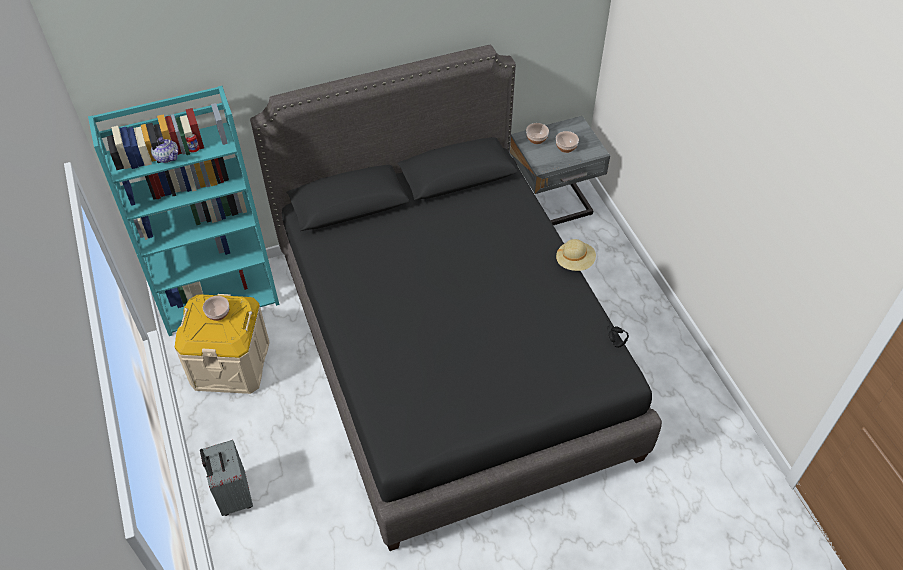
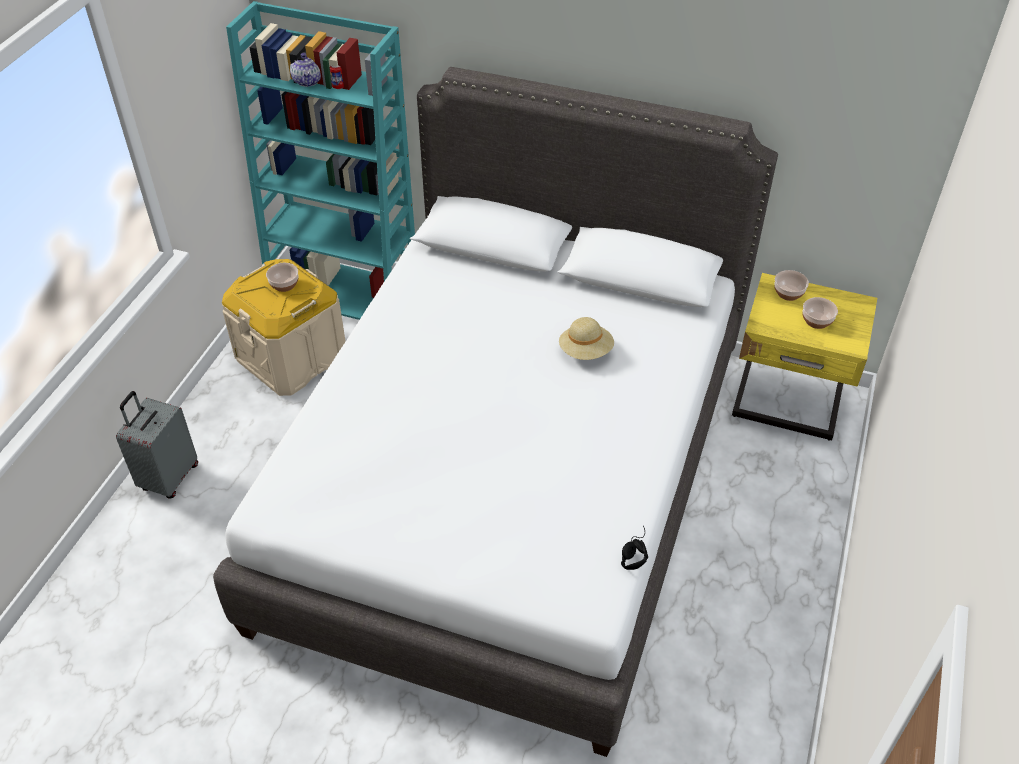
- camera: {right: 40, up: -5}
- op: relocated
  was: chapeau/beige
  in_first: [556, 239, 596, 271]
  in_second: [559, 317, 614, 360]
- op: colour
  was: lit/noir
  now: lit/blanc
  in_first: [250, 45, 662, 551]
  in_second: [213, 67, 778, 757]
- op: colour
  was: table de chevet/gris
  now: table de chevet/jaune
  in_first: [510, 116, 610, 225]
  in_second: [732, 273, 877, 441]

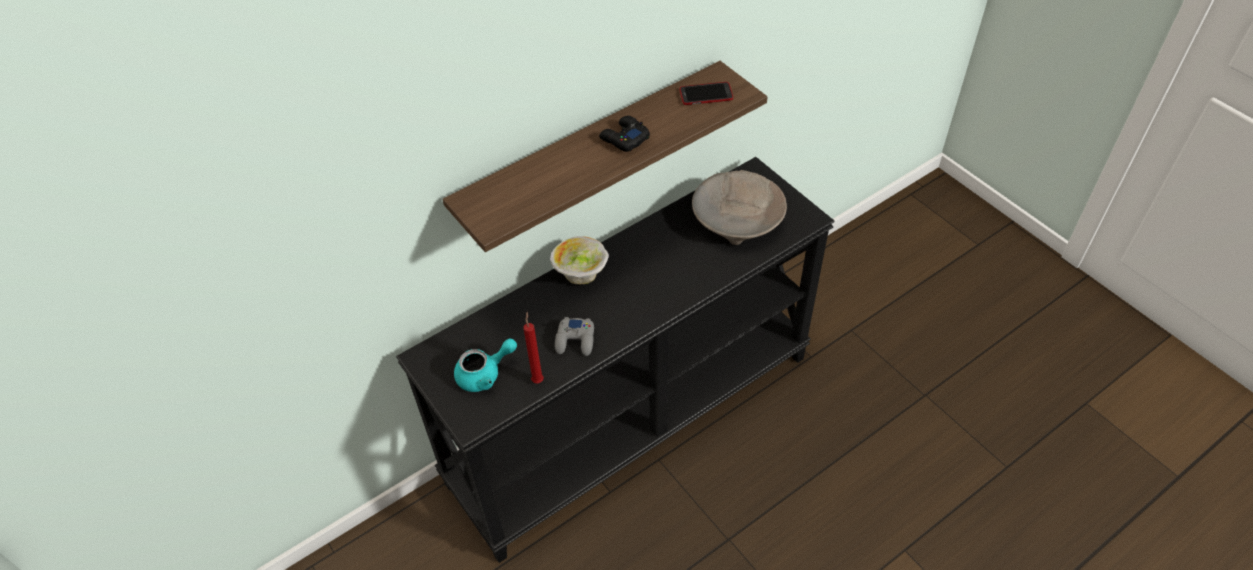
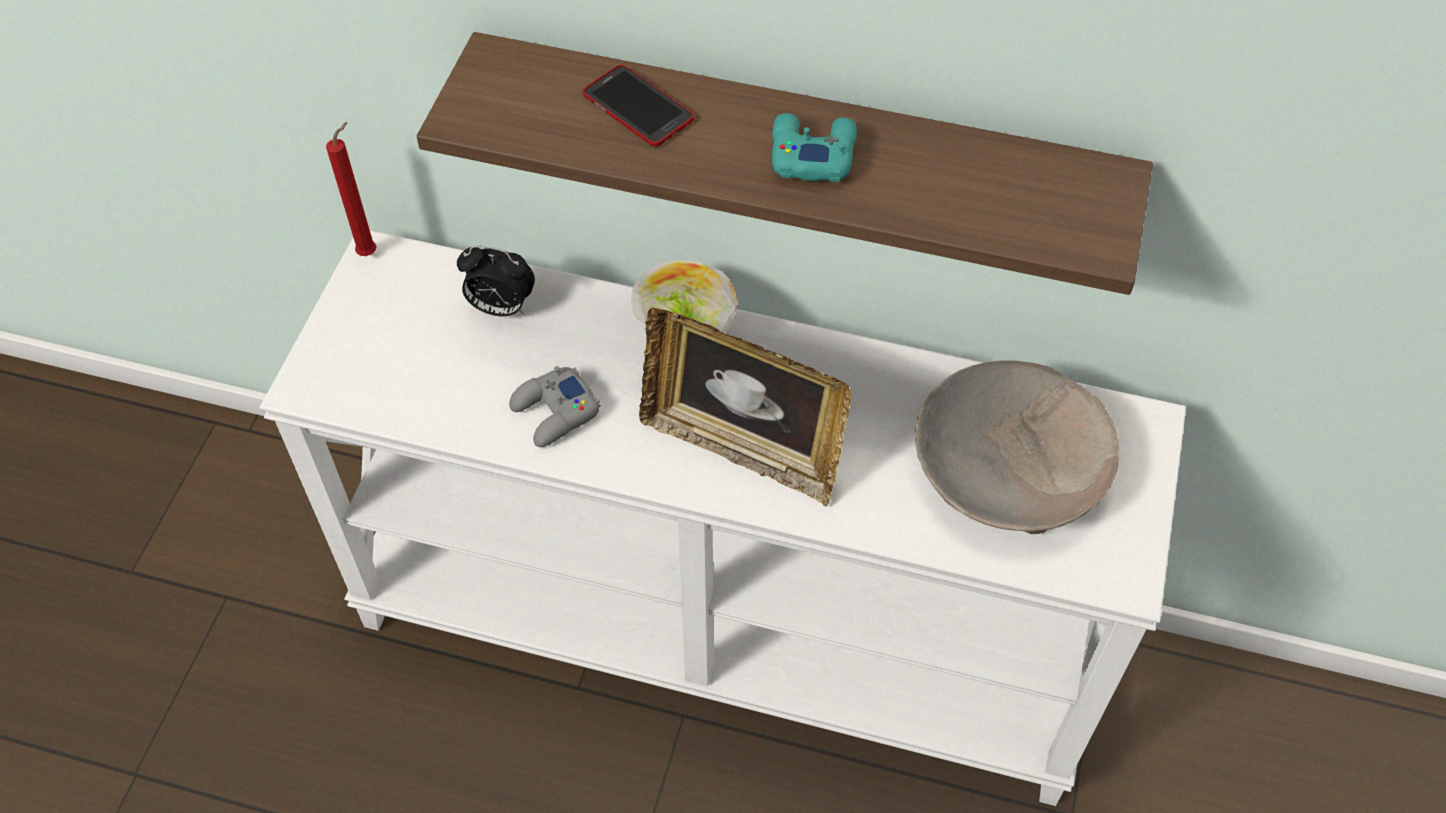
- camera: {right: 50, up: 5}
- op: missing
  was: théière/turquoise
  in_first: [454, 339, 517, 392]
- op: appeared
  now: réveil
  in_second: [457, 245, 535, 316]
- op: appeared
  now: cadre photo
  in_second: [639, 307, 851, 506]
- op: relocated
  was: bougie/rouge
  in_first: [523, 312, 544, 384]
  in_second: [326, 122, 377, 256]
- op: relocated
  was: téléphone
  in_first: [680, 82, 733, 105]
  in_second: [583, 65, 694, 147]
- op: colour
  was: table console/noir
  now: table console/blanc
  in_first: [396, 157, 835, 563]
  in_second: [260, 230, 1186, 806]
- op: colour
  was: manette/noir
  now: manette/turquoise
  in_first: [599, 116, 650, 152]
  in_second: [772, 113, 857, 182]

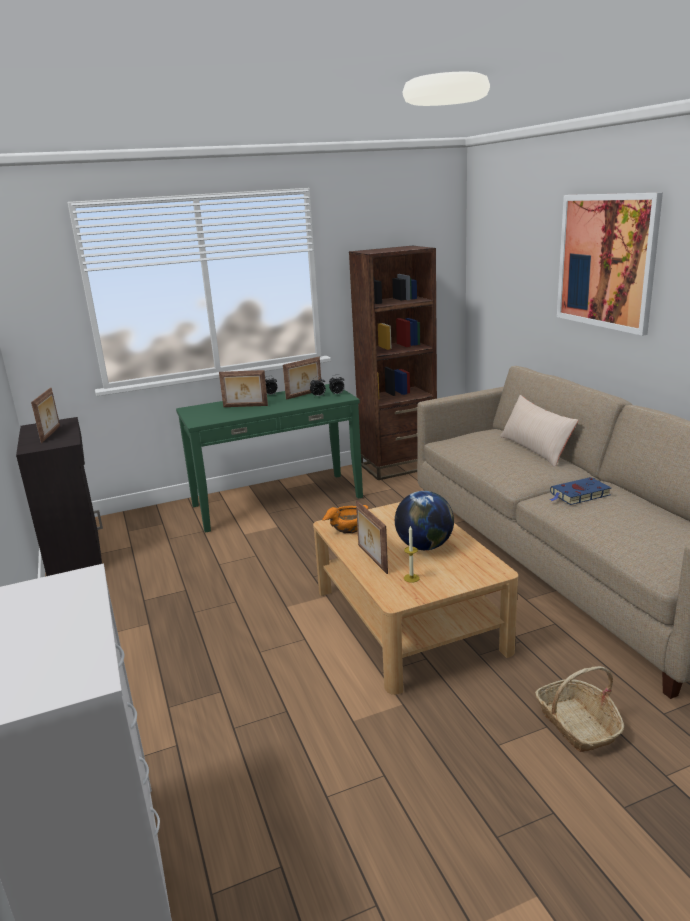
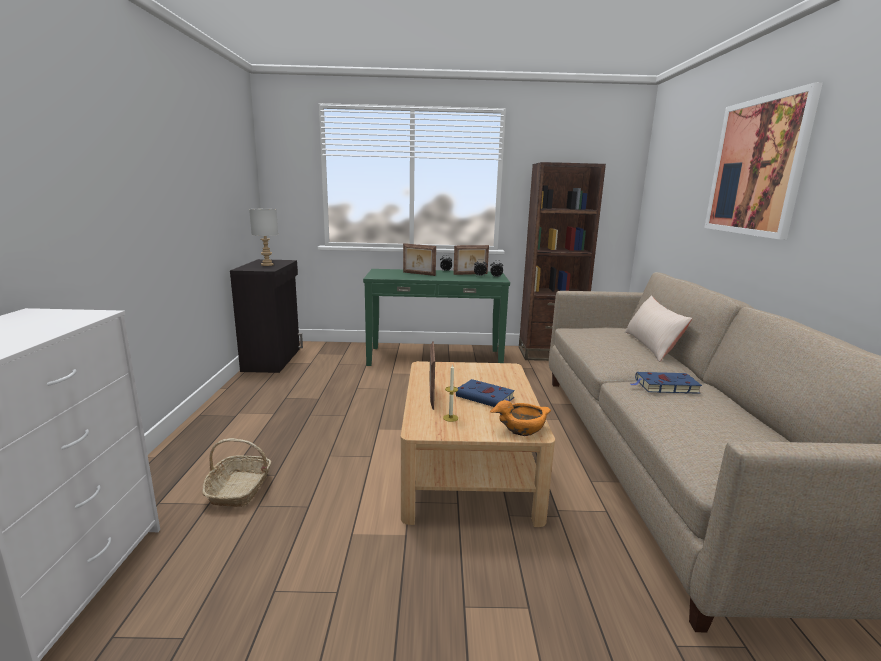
- camera: {right: 20, up: -5}
- op: relocated
  was: bol/orange
  in_first: [322, 505, 369, 534]
  in_second: [490, 400, 551, 436]
- op: relocated
  was: panier
  in_first: [535, 666, 624, 752]
  in_second: [202, 438, 271, 507]
- op: exchanged
  was: cadre photo
  now: lampe de table/gris
  in_first: [31, 388, 60, 443]
  in_second: [249, 209, 278, 266]
- op: exchanged
  was: globe
  now: livre/bleu
  in_first: [395, 491, 454, 550]
  in_second: [456, 379, 515, 407]

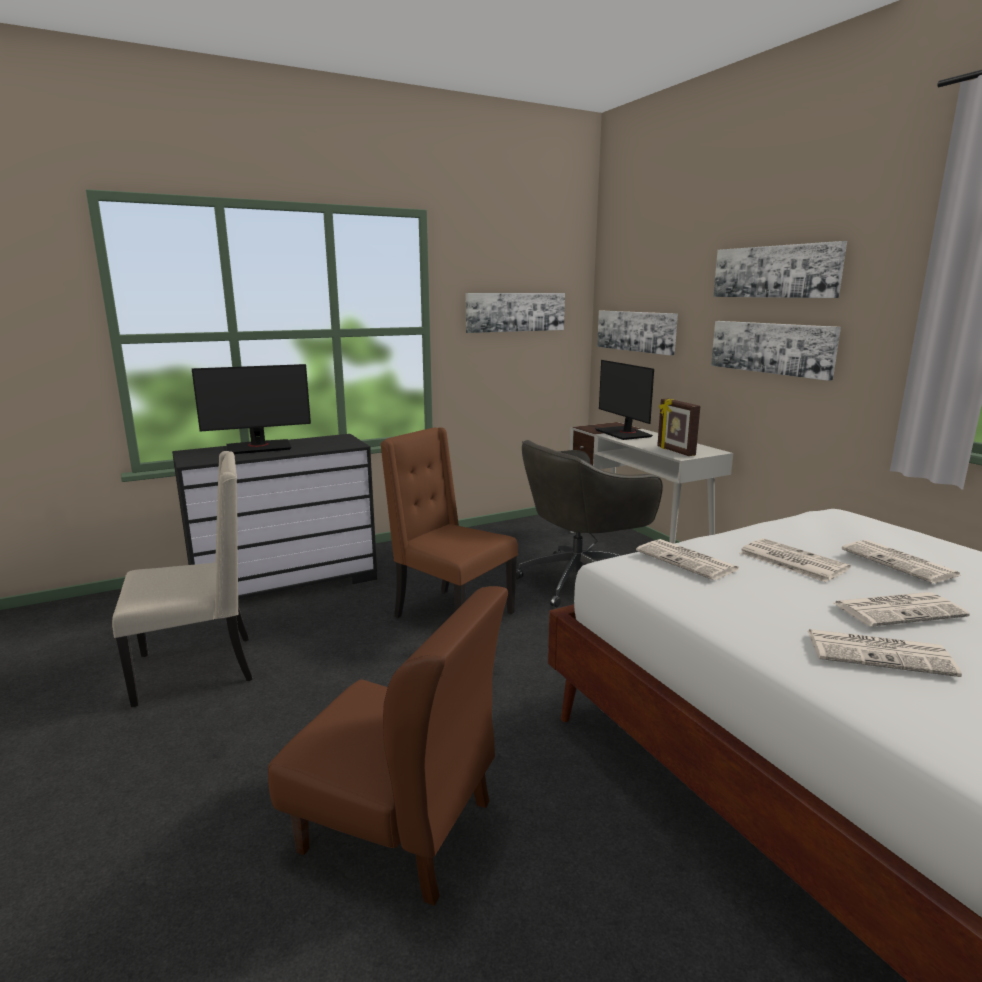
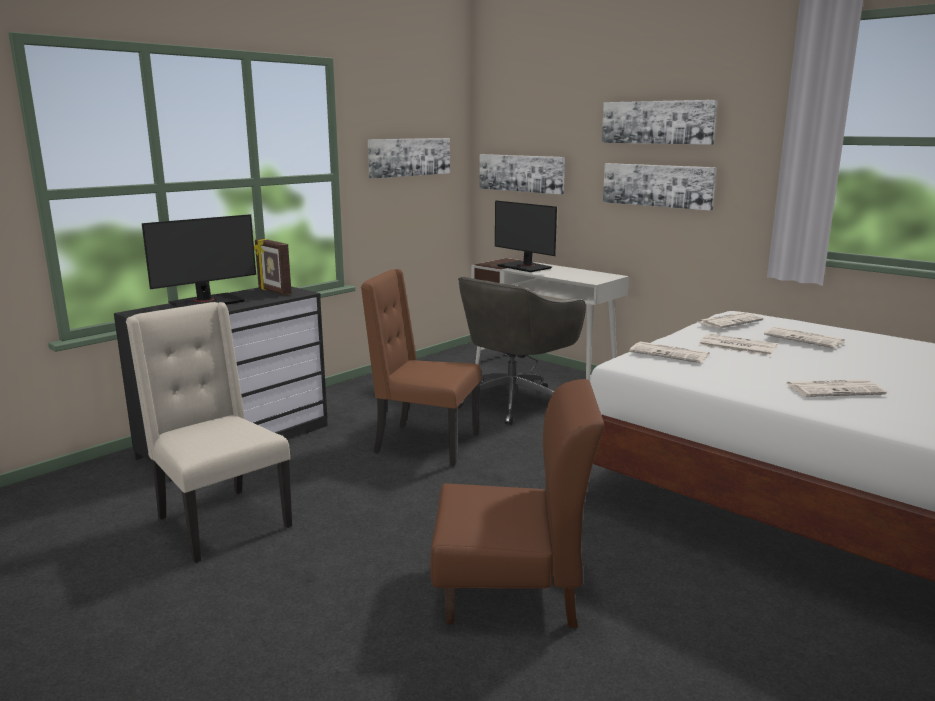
- camera: {right: -20, up: 0}
- op: relocated
  was: cadre photo
  in_first: [657, 399, 700, 456]
  in_second: [254, 239, 292, 295]
- op: relocated
  was: journal
  in_first: [834, 592, 970, 627]
  in_second: [696, 312, 763, 329]
- op: spun
  was: chaise/beige
  in_first: [112, 451, 252, 707]
  in_second: [126, 302, 292, 563]
  clockwise: -90

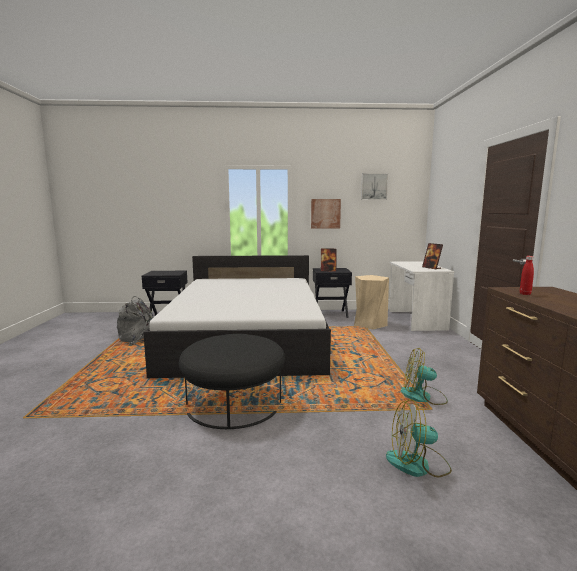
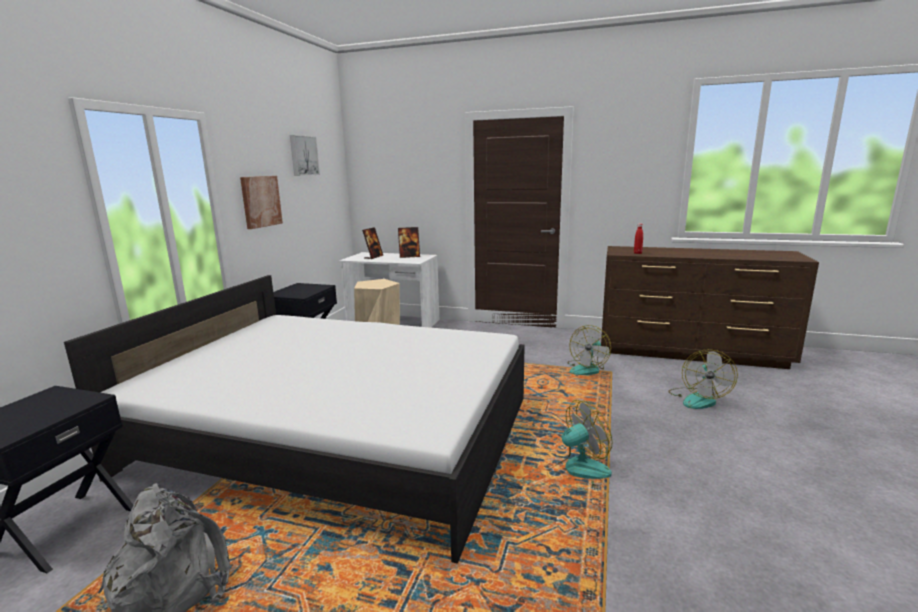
- camera: {right: -70, up: 5}
- op: relocated
  was: cadre photo
  in_first: [321, 249, 337, 272]
  in_second: [362, 227, 383, 259]
- op: exchanged
  was: pouf/noir
  now: ventilateur
  in_first: [179, 334, 285, 429]
  in_second: [548, 400, 613, 487]

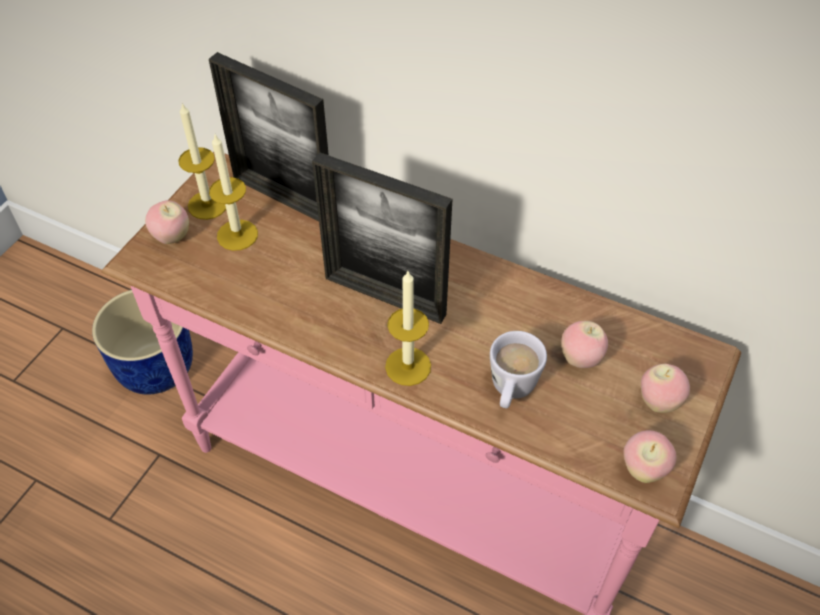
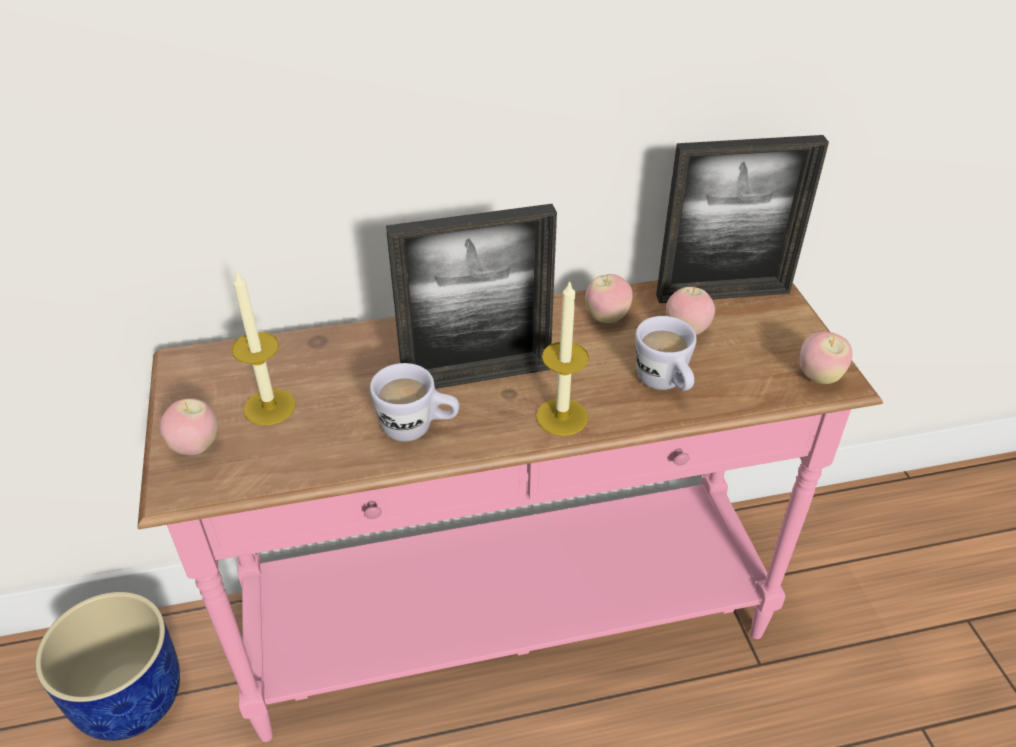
- camera: {right: -40, up: -10}
- op: missing
  was: bougie
  in_first: [178, 102, 226, 220]
- op: appeared
  now: mug/blanc
  in_second: [370, 363, 459, 442]
- op: relocated
  was: cadre photo
  in_first: [209, 52, 329, 222]
  in_second: [656, 135, 829, 303]
- op: relocated
  was: pomme
  in_first: [641, 364, 690, 413]
  in_second: [585, 274, 633, 323]

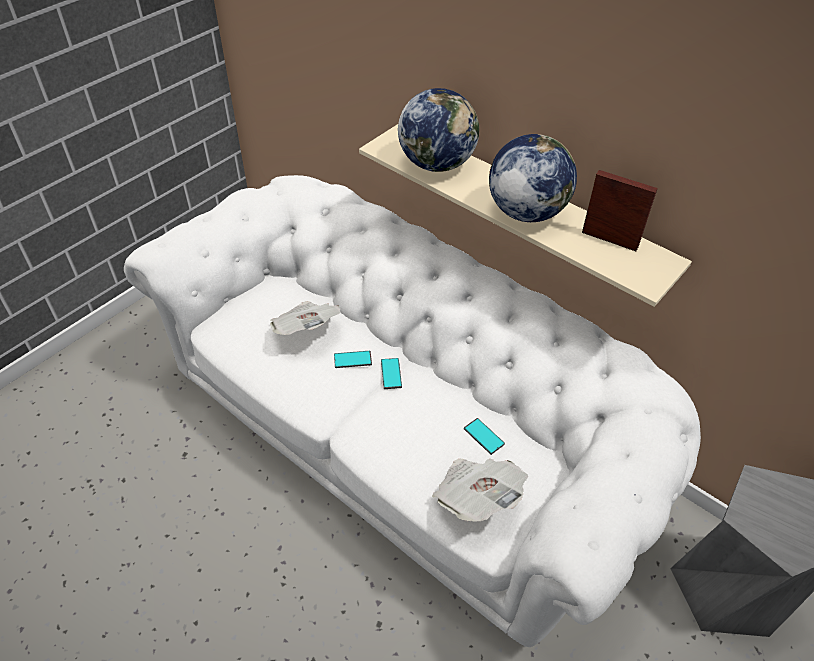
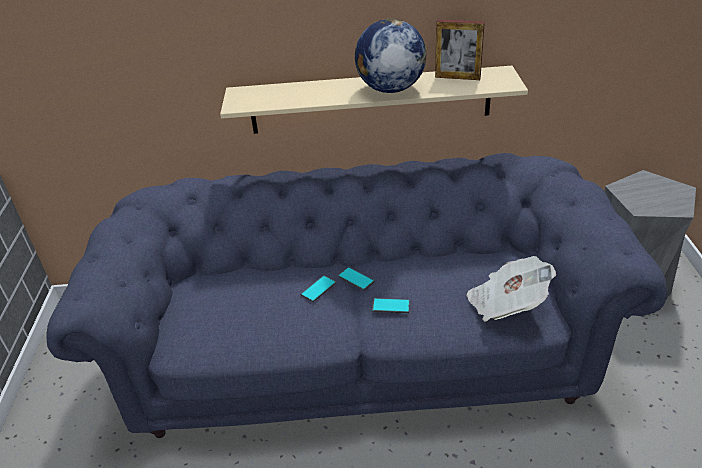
- camera: {right: -40, up: -10}
- op: missing
  was: journal
  in_first: [270, 301, 341, 335]
- op: missing
  was: globe
  in_first: [398, 88, 479, 172]
- op: relocated
  was: téléphone
  in_first: [464, 418, 505, 455]
  in_second: [372, 298, 410, 313]
- op: colour
  was: canapé/blanc
  now: canapé/bleu
  in_first: [124, 175, 701, 647]
  in_second: [46, 153, 667, 438]
- op: spun
  was: cadre photo
  in_first: [582, 170, 658, 251]
  in_second: [435, 19, 485, 80]
  clockwise: -150

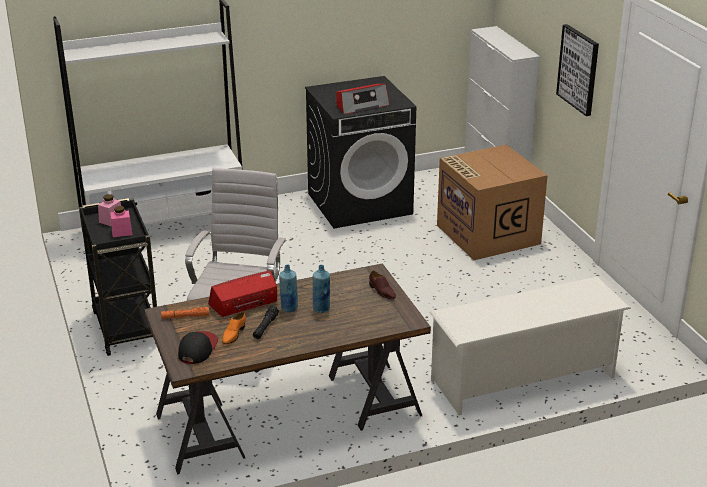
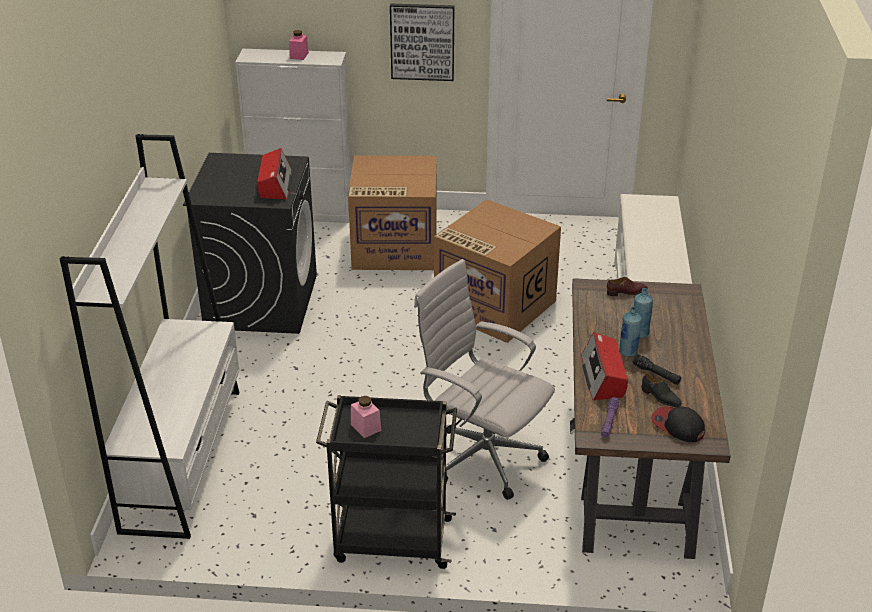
- camera: {right: -65, up: 5}
- op: appeared
  now: carton
  in_second: [434, 199, 561, 343]
- op: relocated
  was: bocal/rose
  in_first: [111, 206, 132, 237]
  in_second: [289, 30, 309, 60]
- op: colour
  was: lampe de poche/orange
  now: lampe de poche/violet
  in_first: [161, 307, 209, 319]
  in_second: [601, 397, 619, 438]
- op: colour
  was: chaussure/orange
  now: chaussure/noir
  in_first: [222, 311, 246, 345]
  in_second: [641, 373, 682, 407]

